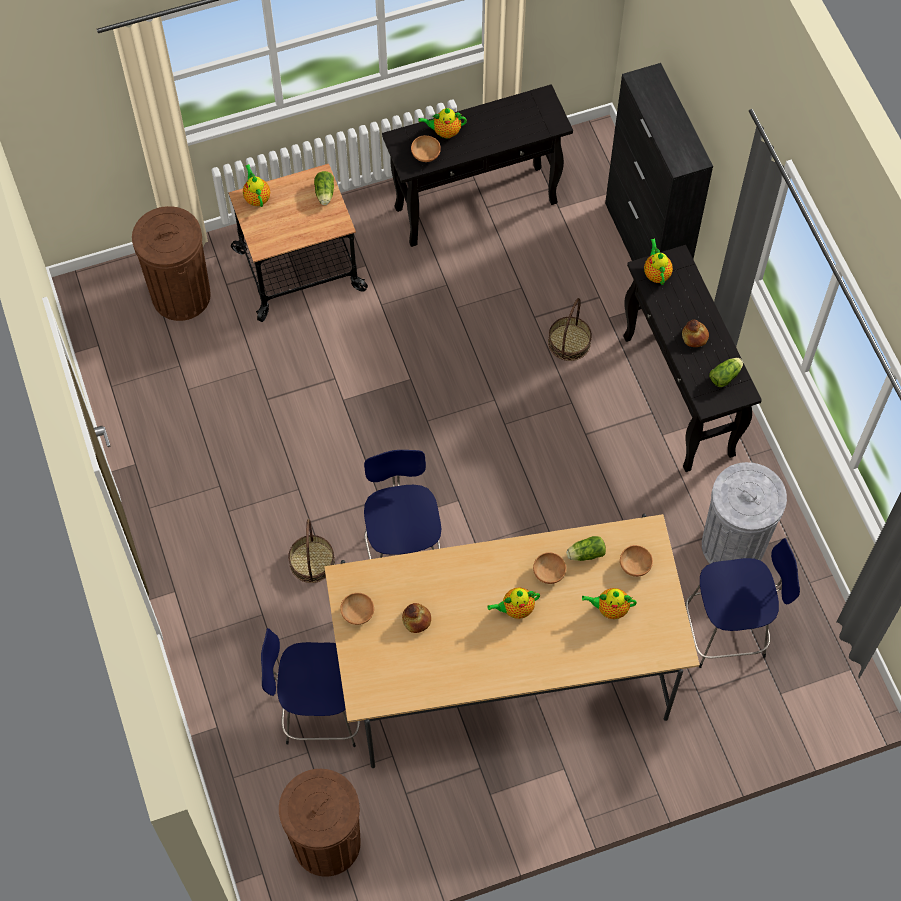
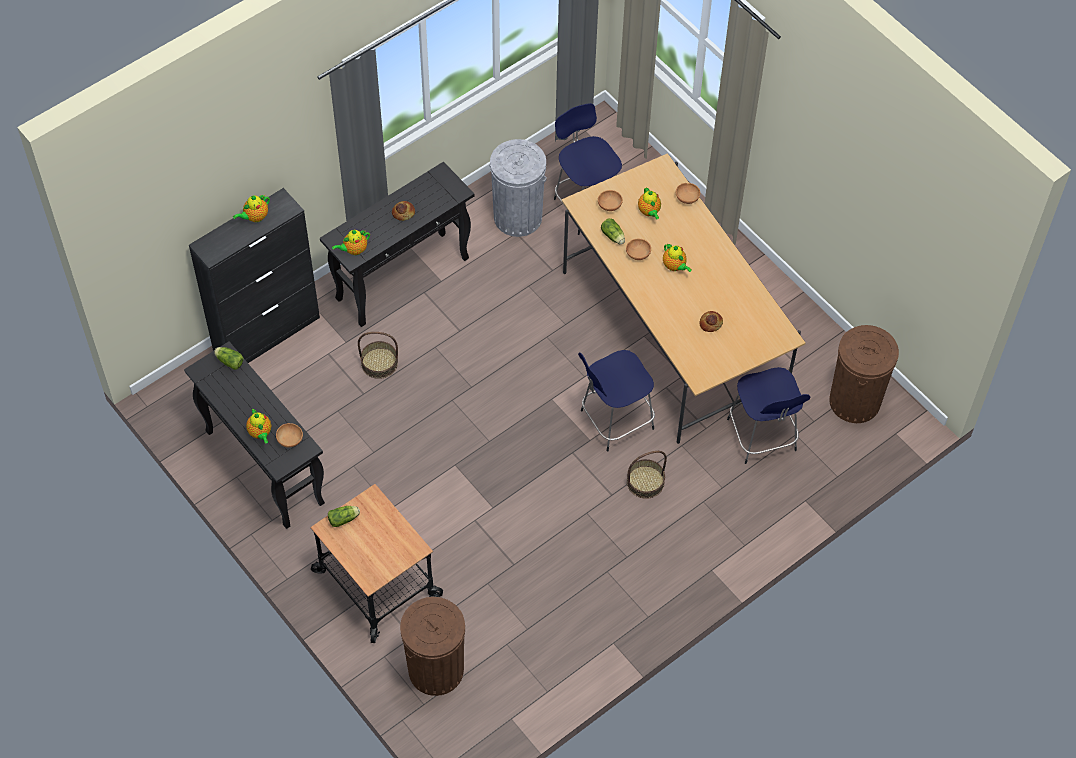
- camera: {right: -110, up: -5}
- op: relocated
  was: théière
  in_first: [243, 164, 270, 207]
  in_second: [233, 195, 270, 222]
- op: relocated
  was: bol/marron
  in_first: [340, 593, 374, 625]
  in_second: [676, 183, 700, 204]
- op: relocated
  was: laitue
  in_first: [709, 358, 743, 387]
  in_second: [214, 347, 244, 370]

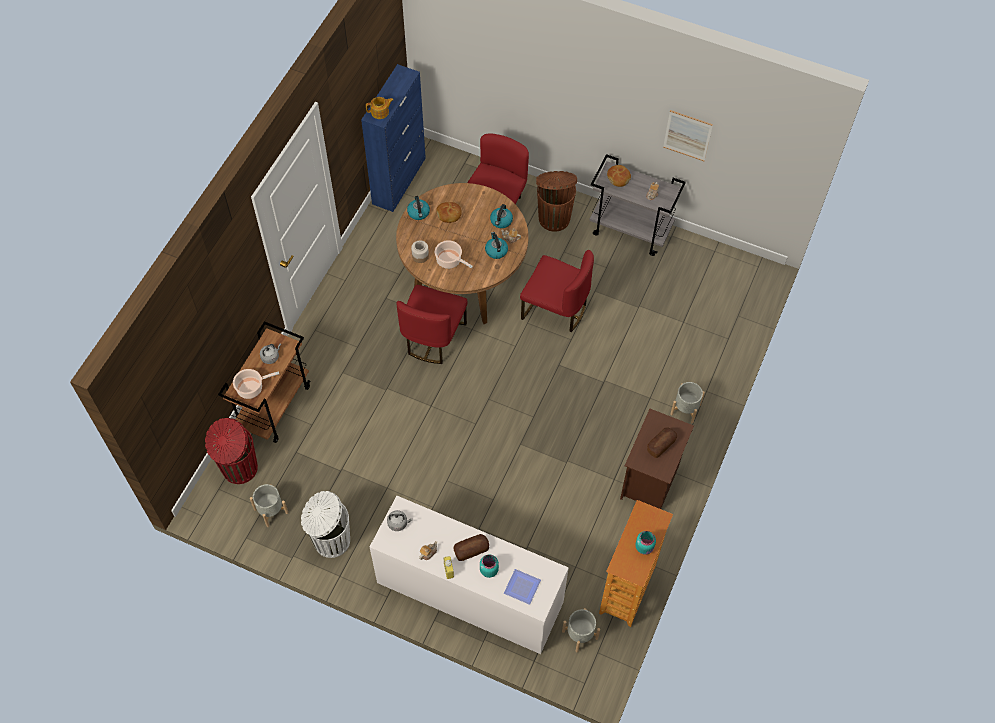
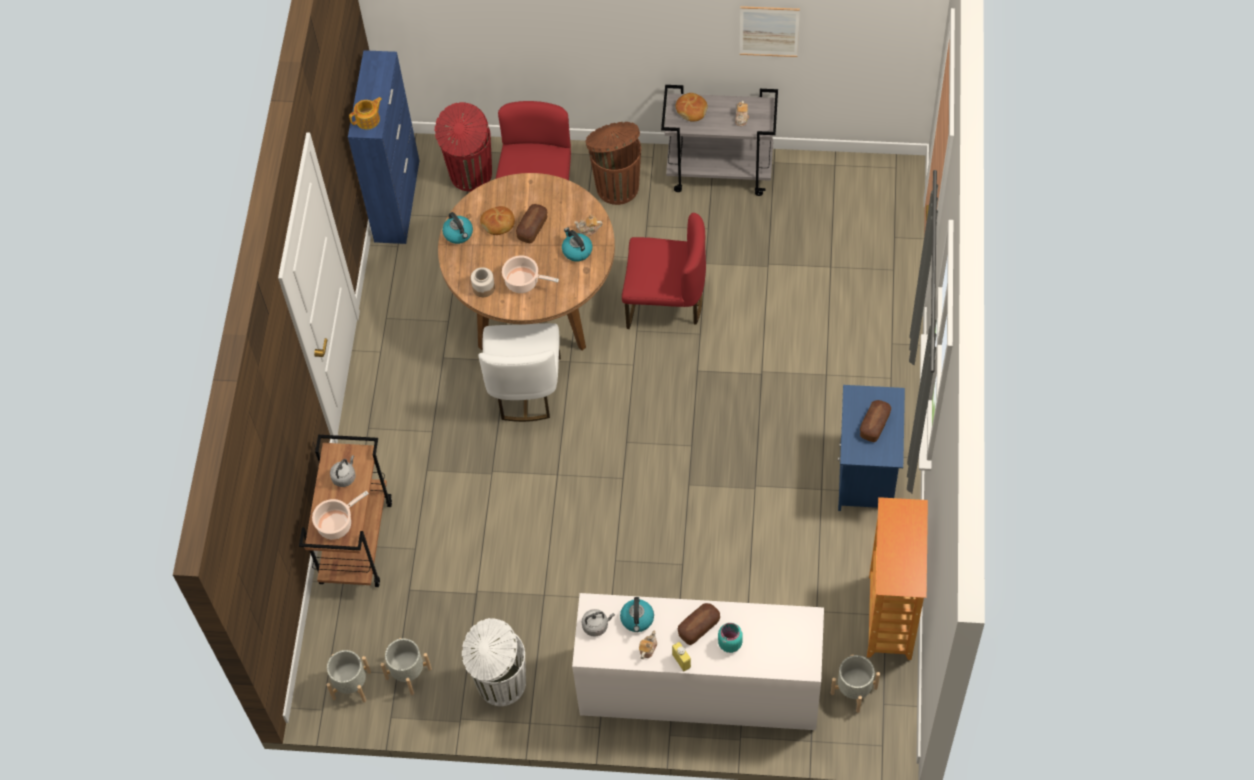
- camera: {right: -15, up: 0}
- op: missing
  was: assiette
  in_first: [504, 569, 541, 605]
- op: missing
  was: bocal/turquoise
  in_first: [635, 531, 656, 555]
- op: appeared
  now: pain
  in_second: [516, 204, 547, 243]
- op: relocated
  was: poubelle/rouge
  in_first: [205, 418, 258, 484]
  in_second: [435, 102, 492, 191]
- op: relocated
  was: bouilloire
  in_first: [490, 204, 513, 228]
  in_second: [620, 597, 654, 632]
- op: relocated
  was: cache-pot/gris
  in_first: [670, 382, 705, 423]
  in_second: [327, 650, 371, 702]
- op: colour
  was: chaise/rouge
  now: chaise/blanc
  in_first: [396, 285, 468, 364]
  in_second: [478, 323, 561, 422]
- op: colour
  was: table de chevet/marron
  now: table de chevet/bleu
  in_first: [620, 409, 694, 509]
  in_second: [838, 385, 905, 511]

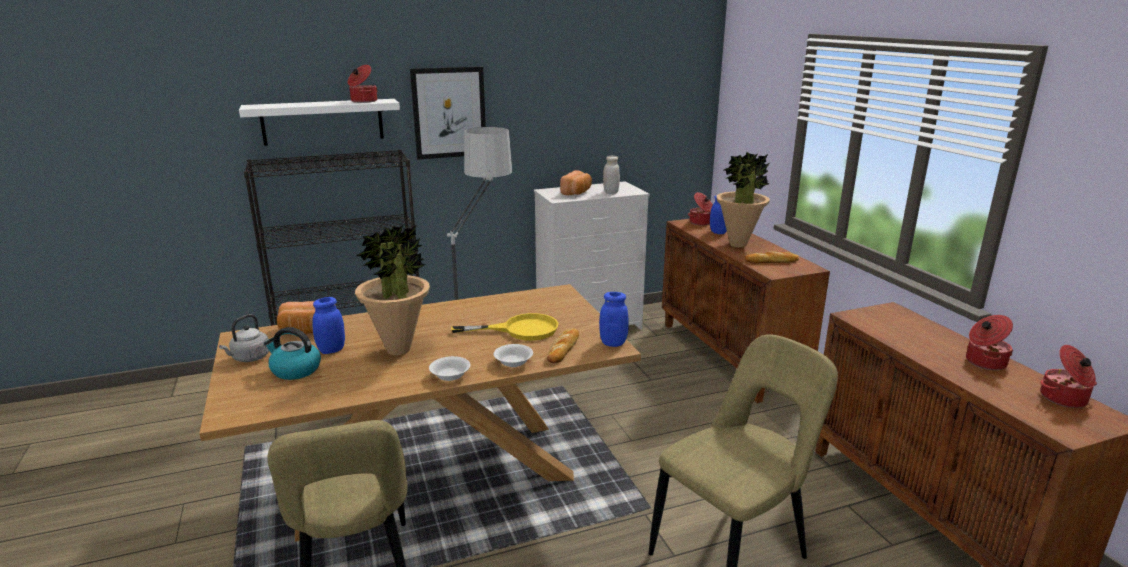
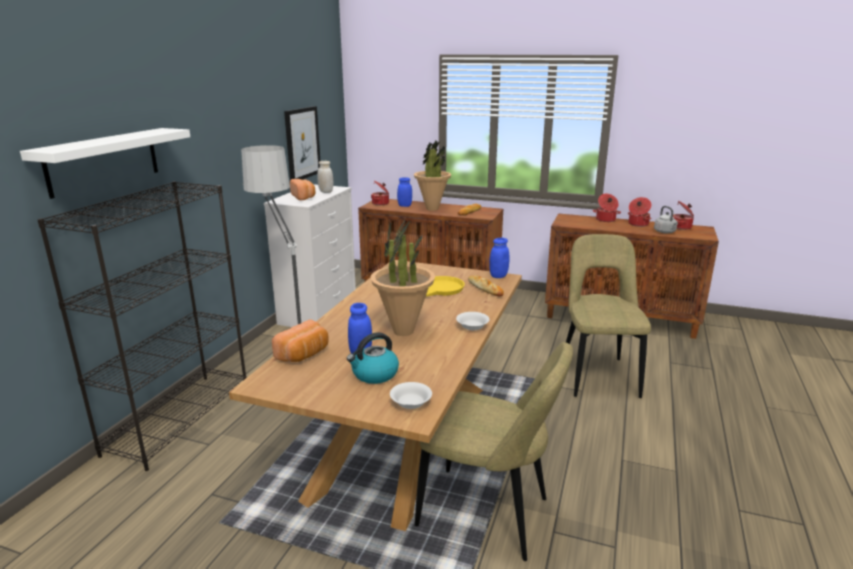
- camera: {right: -50, up: 0}
- op: relocated
  was: bouilloire/gris
  in_first: [219, 314, 269, 362]
  in_second: [654, 206, 678, 233]
- op: relocated
  was: marmite
  in_first: [348, 65, 378, 103]
  in_second: [593, 193, 621, 222]
- op: relocated
  was: tableau
  in_first: [410, 67, 486, 160]
  in_second: [284, 106, 320, 180]
- op: relocated
  was: bol/blanc
  in_first: [494, 344, 533, 367]
  in_second: [390, 382, 432, 409]

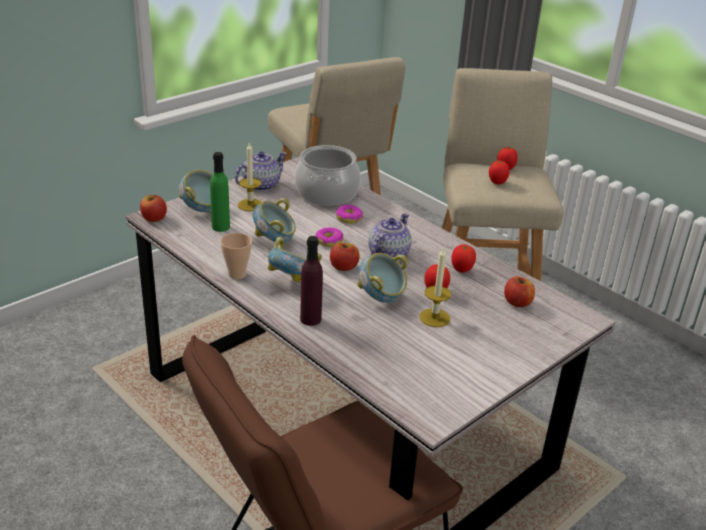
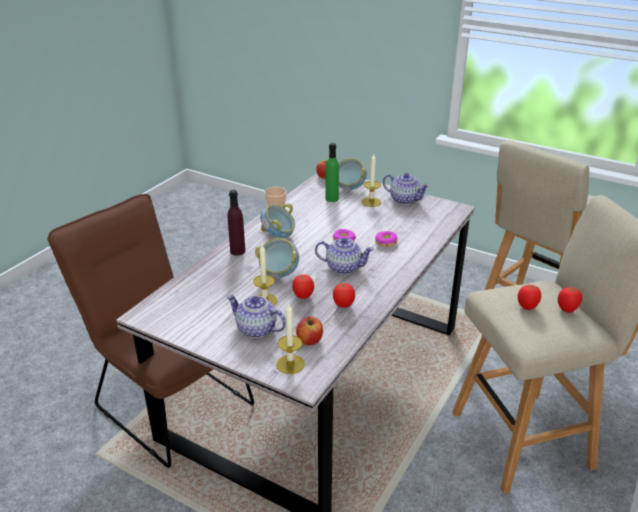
- camera: {right: 75, up: 0}
- op: missing
  was: bol
  in_first: [253, 198, 296, 243]
- op: missing
  was: marmite
  in_first: [294, 145, 361, 206]
- op: missing
  was: pomme
  in_first: [330, 243, 360, 271]
- op: appeared
  now: théière
  in_second: [226, 295, 286, 338]
- op: appeared
  now: bougie
  in_second: [276, 304, 305, 374]

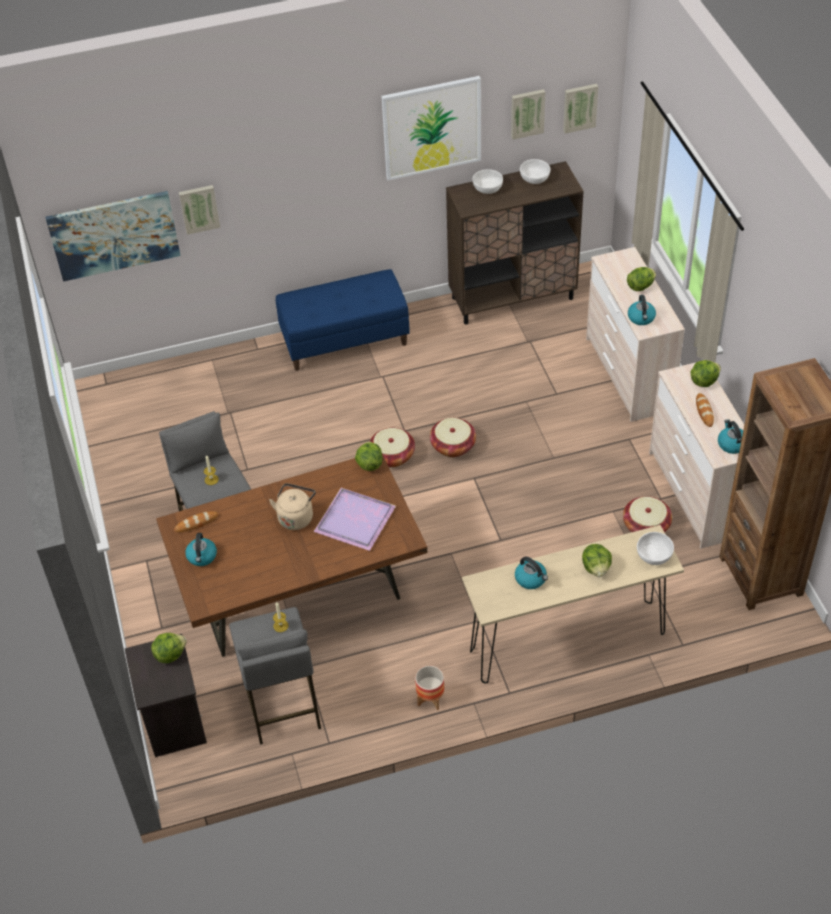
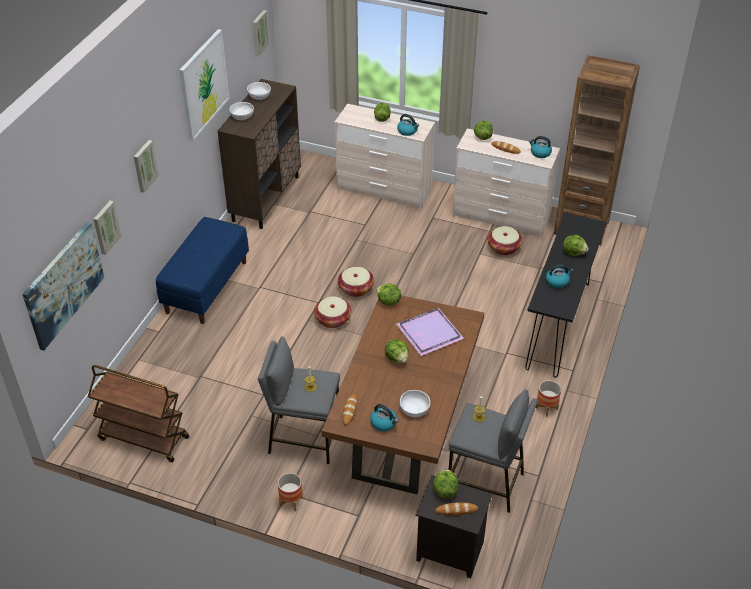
- camera: {right: -55, up: -5}
- op: appeared
  now: chariot/marron
  in_second: [88, 365, 189, 462]
- op: appeared
  now: cache-pot
  in_second: [278, 473, 303, 511]
- op: appeared
  now: pain
  in_second: [435, 502, 478, 516]
- op: relocated
  was: tableau
  in_first: [511, 89, 545, 140]
  in_second: [134, 140, 159, 193]
- op: relocated
  was: bol/blanc
  in_first: [637, 532, 674, 565]
  in_second: [400, 390, 430, 417]
- op: exchanged
  was: bouilloire/beige
  now: laitue
  in_first: [269, 483, 316, 530]
  in_second: [385, 339, 409, 363]
- op: colour
  was: table console/beige
  now: table console/noir
  in_first: [462, 525, 684, 684]
  in_second: [525, 213, 607, 378]

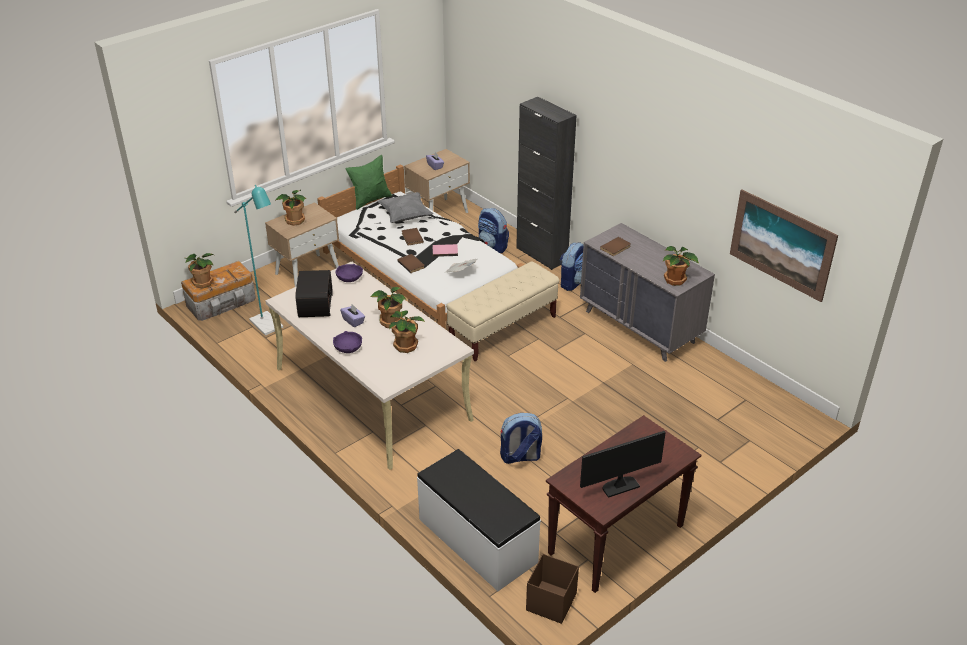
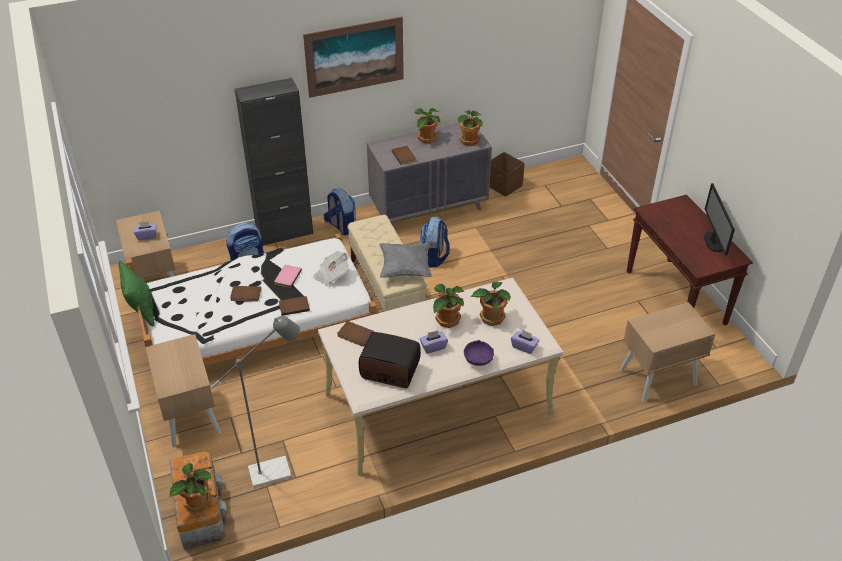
- camera: {right: -70, up: 5}
- op: appeared
  now: boîte à mouchoirs/violet
  in_second: [511, 329, 539, 354]
- op: relocated
  was: plante en pot
  in_first: [276, 190, 306, 226]
  in_second: [414, 108, 440, 143]
- op: relocated
  was: coussin/gris
  in_first: [378, 192, 433, 223]
  in_second: [379, 243, 432, 278]
- op: relocated
  was: sac à dos
  in_first: [500, 413, 542, 464]
  in_second: [418, 217, 450, 267]
- op: relocated
  was: boîte de rangement/marron
  in_first: [526, 554, 579, 624]
  in_second: [490, 152, 525, 197]
- op: relocated
  was: tableau
  in_first: [730, 190, 838, 302]
  in_second: [303, 16, 404, 98]
- op: exchanged
  was: bol/violet
  now: livre/marron
  in_first: [335, 264, 363, 282]
  in_second: [337, 321, 374, 347]
- op: exchanged
  was: banc/blanc
  now: table de chevet/beige
  in_first: [417, 449, 541, 591]
  in_second: [620, 302, 716, 402]
- op: colour
  was: lampadaire/turquoise
  now: lampadaire/gris
  in_first: [234, 185, 283, 336]
  in_second: [211, 316, 300, 488]

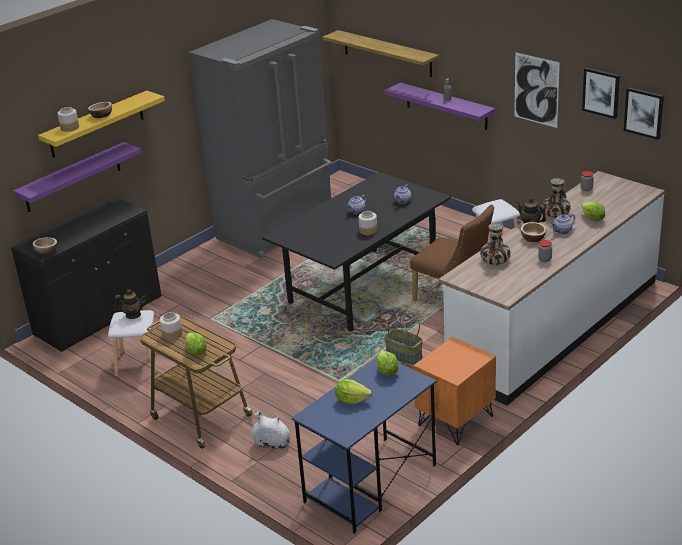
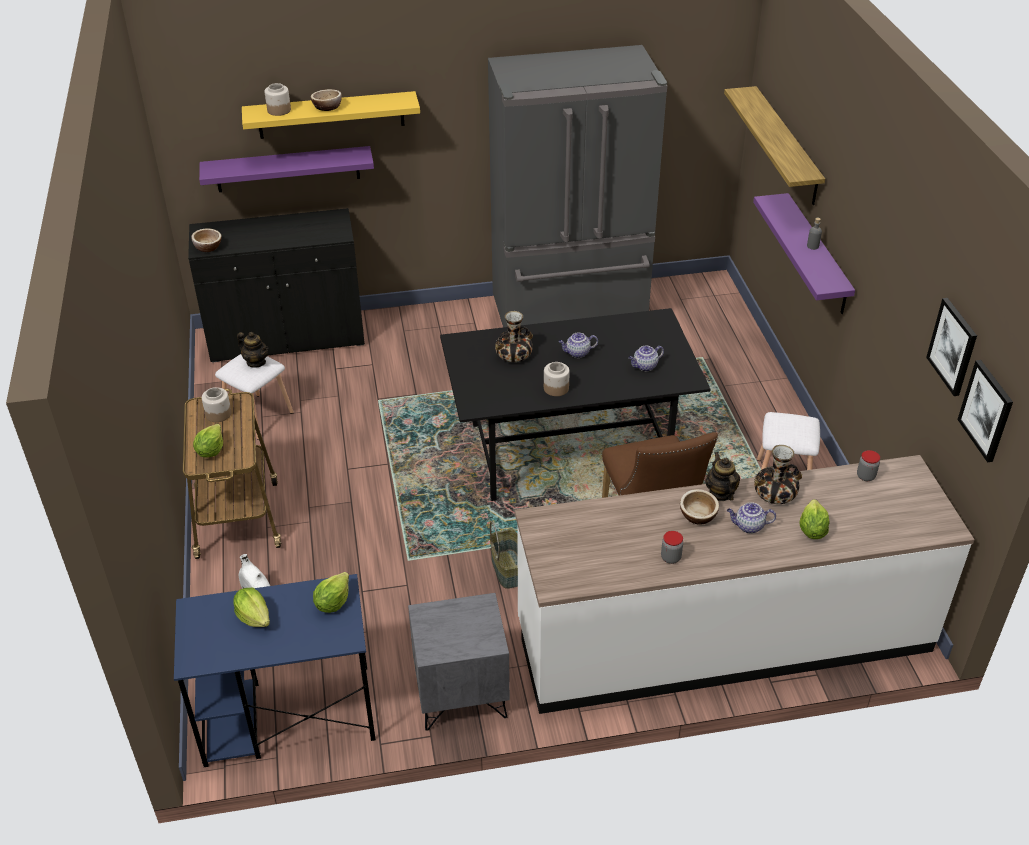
- camera: {right: 35, up: 10}
- op: missing
  was: tableau
  in_first: [514, 52, 560, 128]
- op: relocated
  was: vase
  in_first: [480, 223, 511, 265]
  in_second: [495, 311, 533, 362]
- op: colour
  was: table de chevet/orange
  now: table de chevet/gris
  in_first: [413, 337, 496, 445]
  in_second: [408, 593, 510, 731]

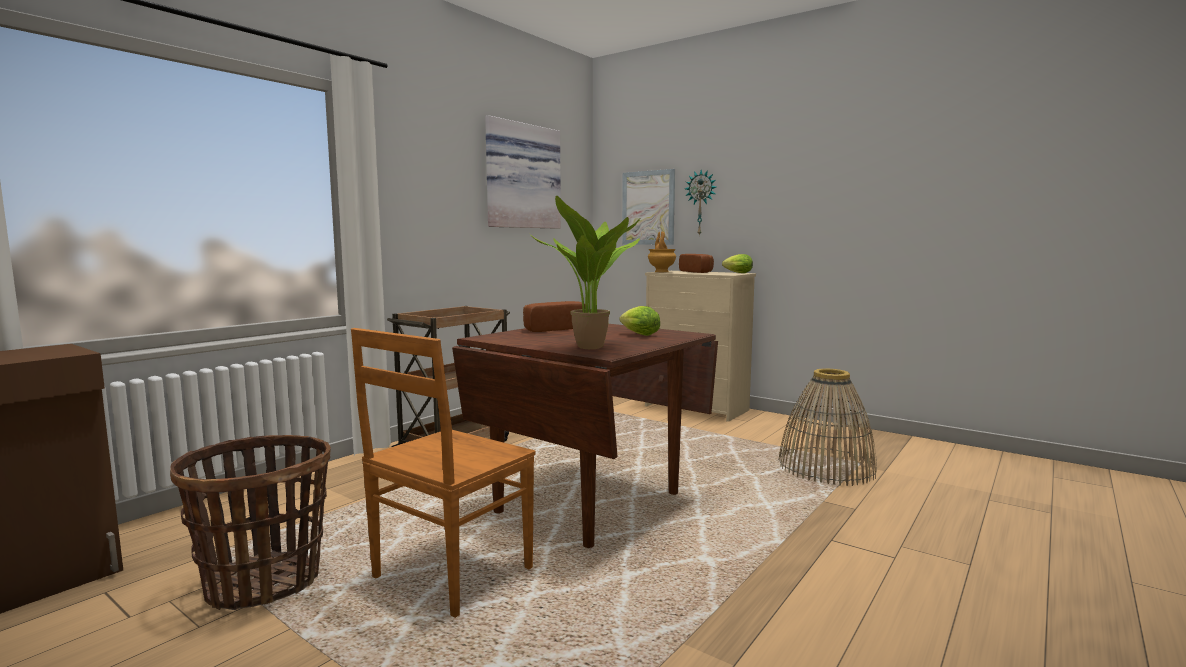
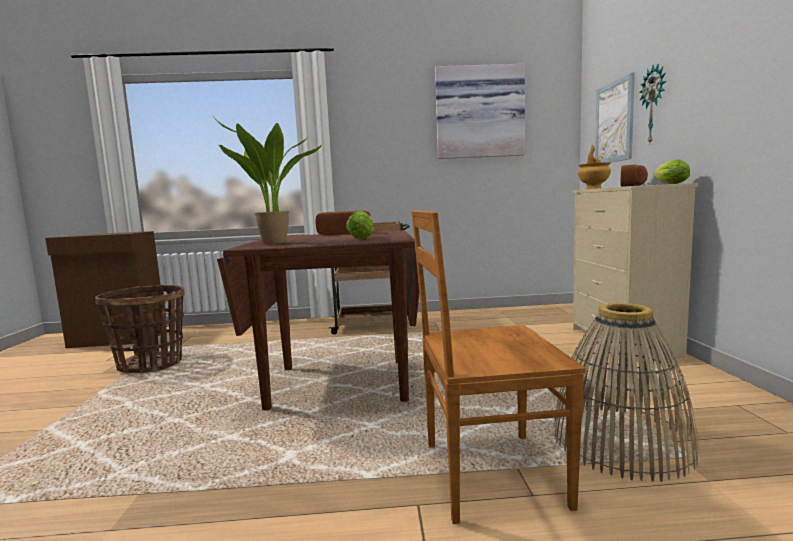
- camera: {right: 50, up: 0}
- op: relocated
  was: chaise/marron
  in_first: [351, 328, 536, 618]
  in_second: [412, 210, 586, 524]

